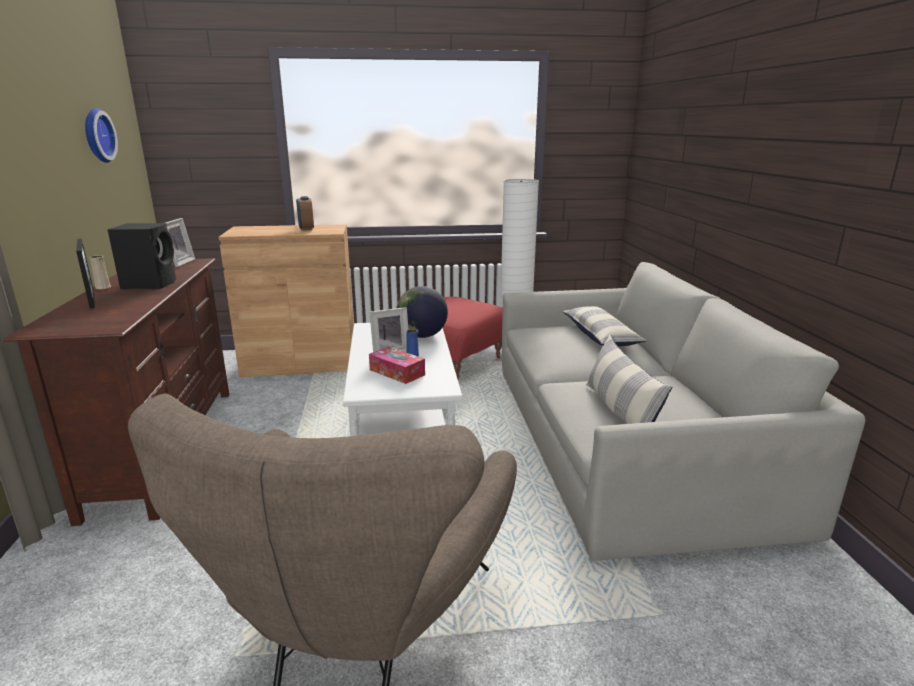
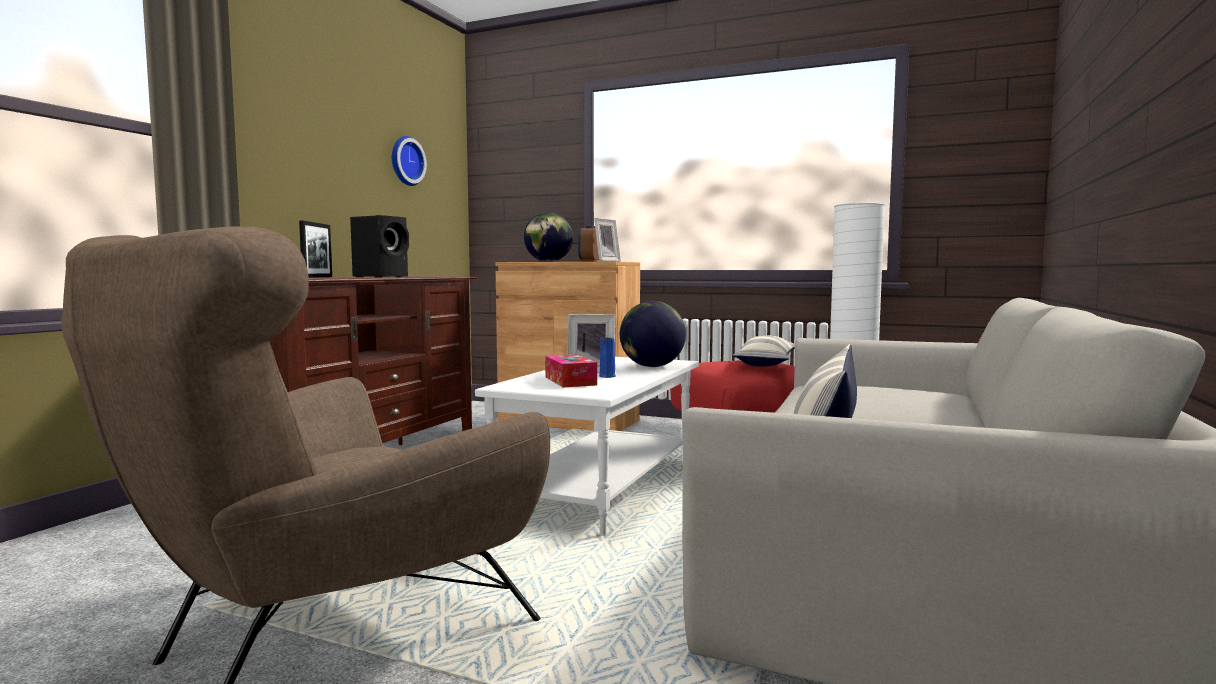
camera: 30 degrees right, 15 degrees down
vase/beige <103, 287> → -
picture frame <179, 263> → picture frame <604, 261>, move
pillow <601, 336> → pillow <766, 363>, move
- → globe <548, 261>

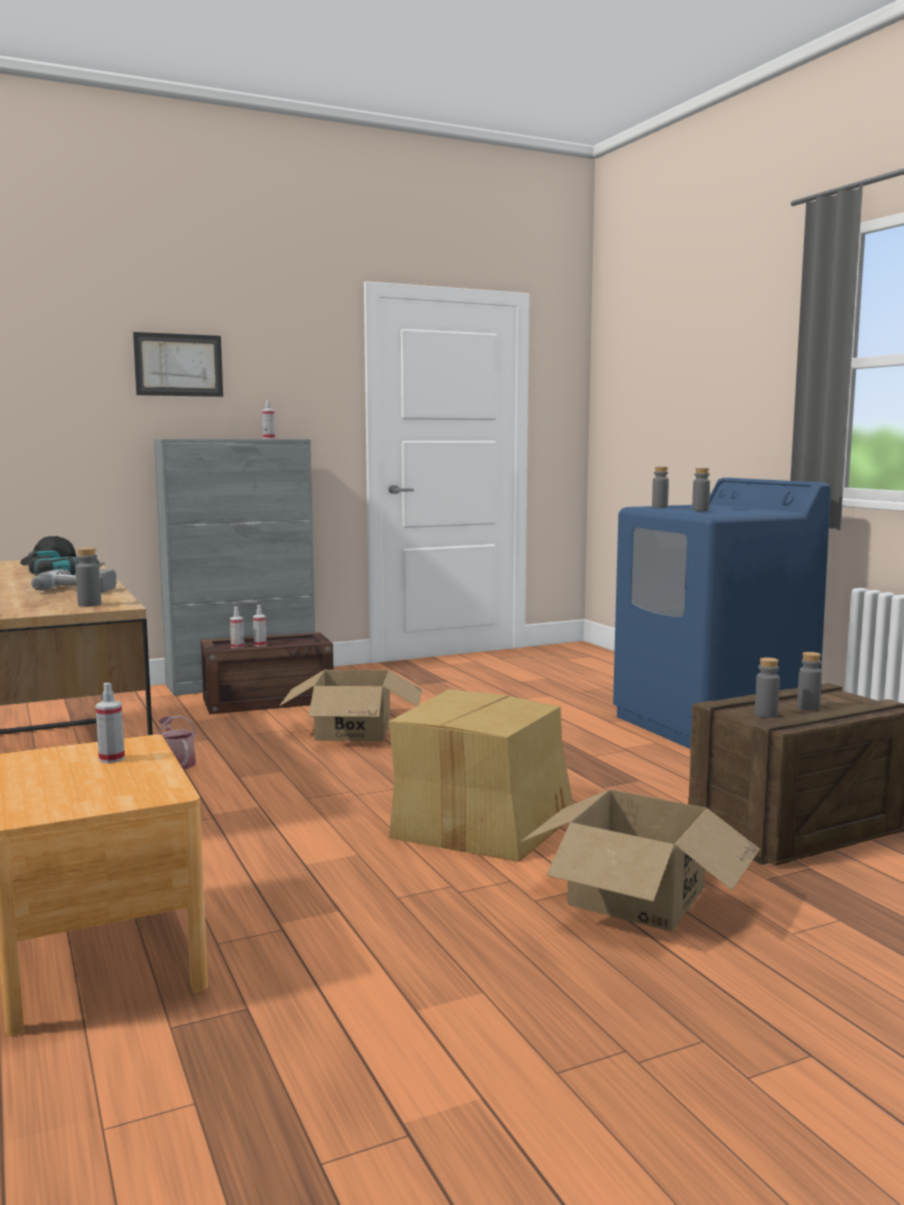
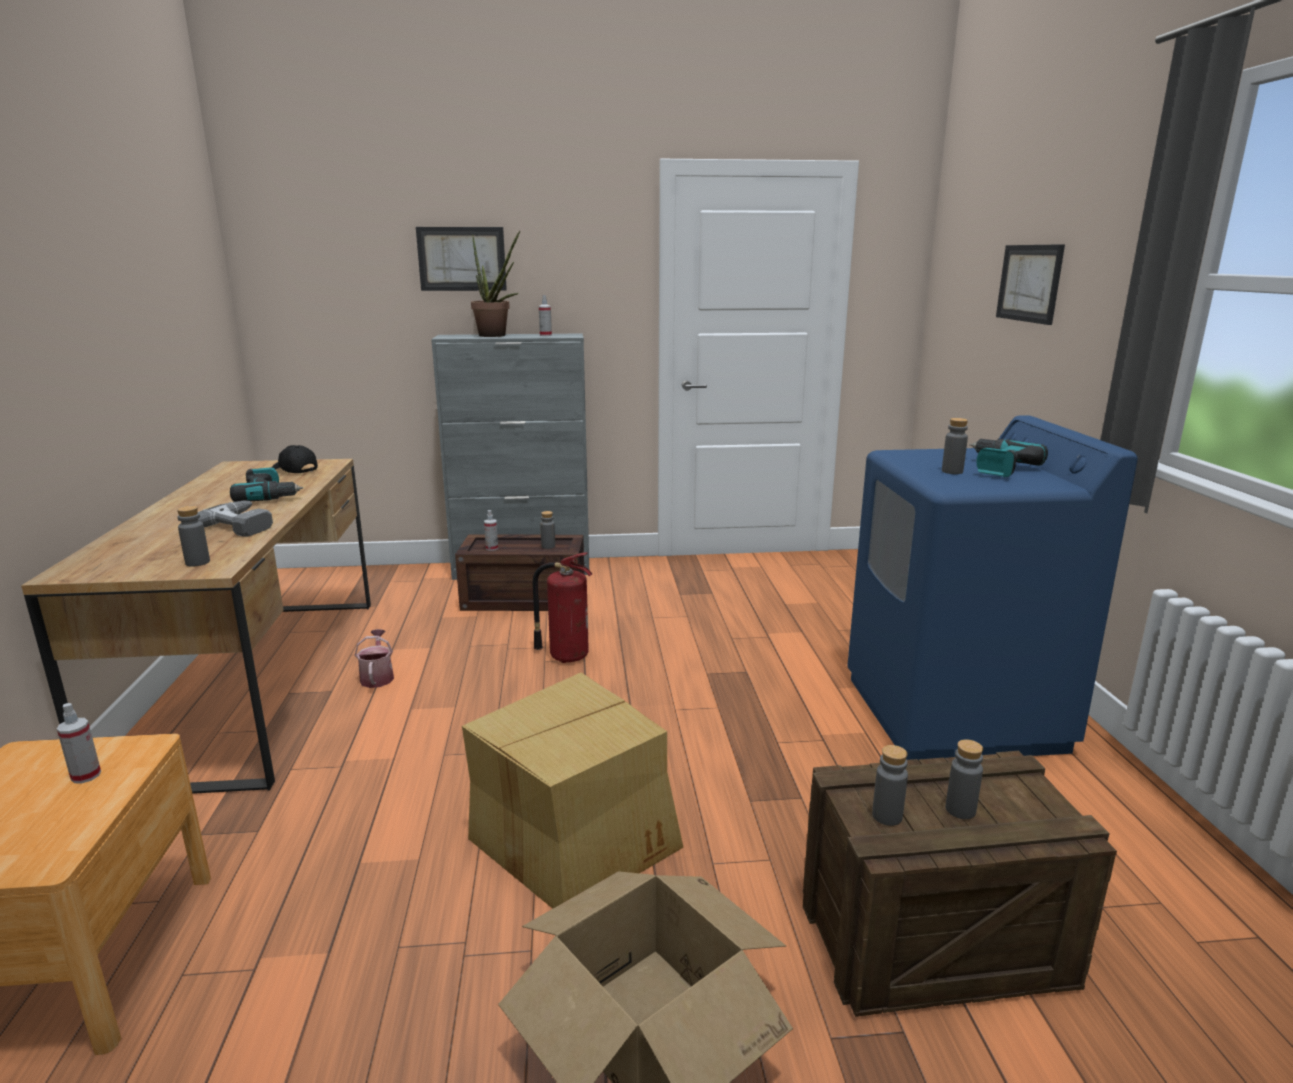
camera: 20 degrees right, 10 degrees up
spray bottle <260, 645> → -
cardboard box <354, 730> → fire extinguisher <566, 656>
bottle/grey <659, 507> → bottle/grey <548, 546>, move
- → potted plant <496, 336>
- → power drill <997, 467>
- → picture <1029, 283>

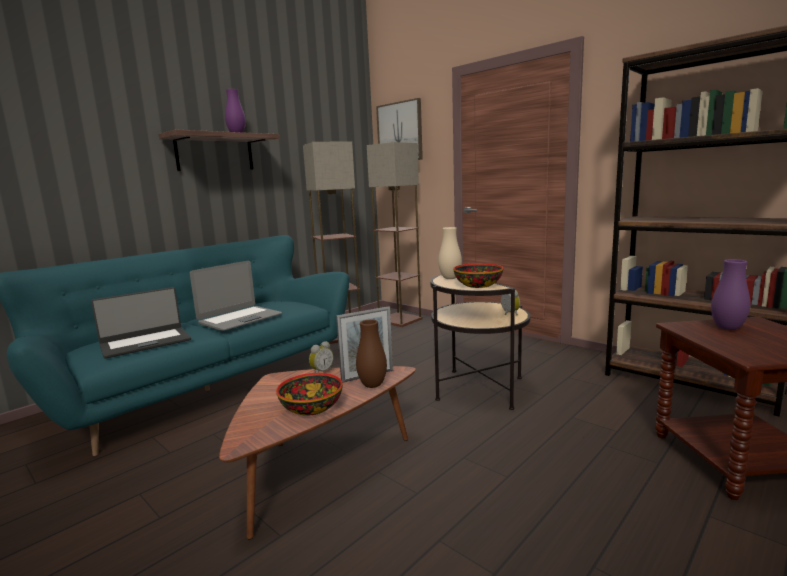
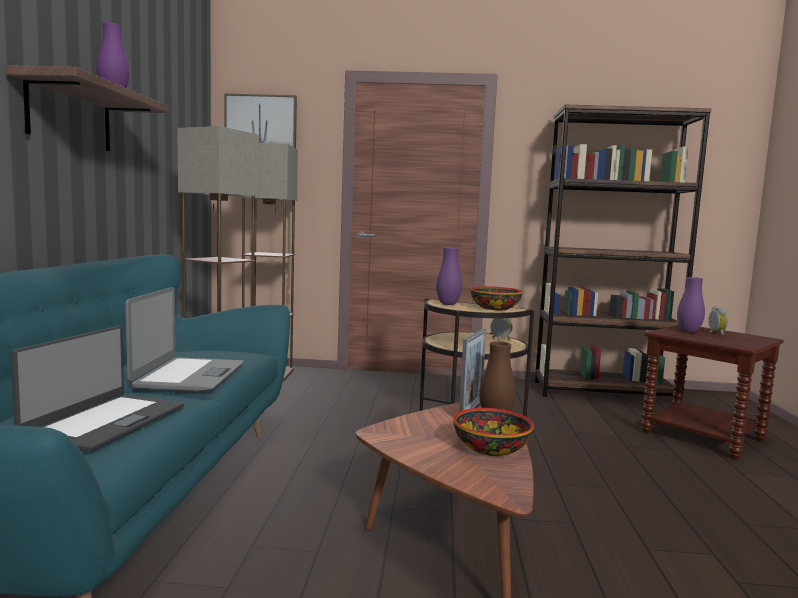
camera: 40 degrees left, 5 degrees down
alarm clock <321, 372> → alarm clock <715, 333>, move
vase/beige <450, 278> → vase/purple <448, 304>

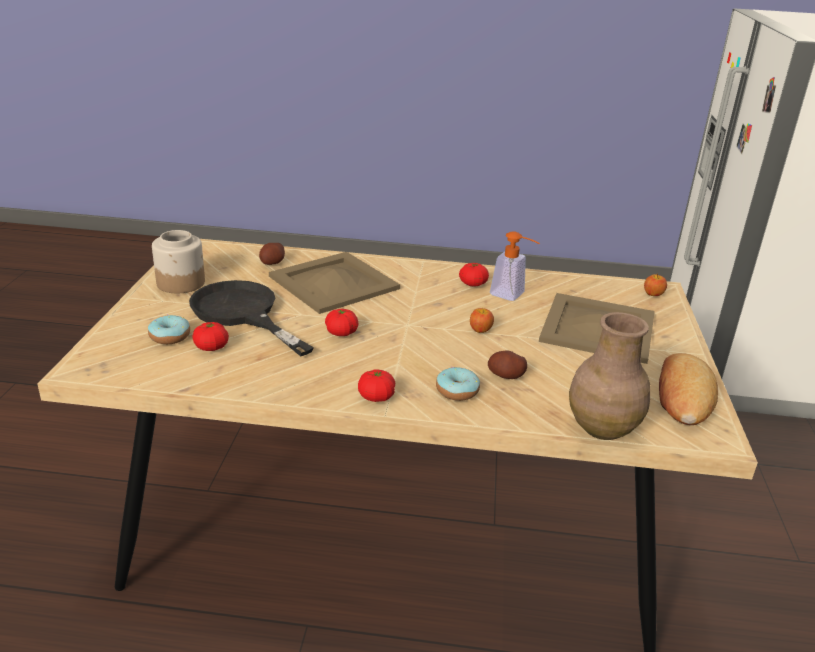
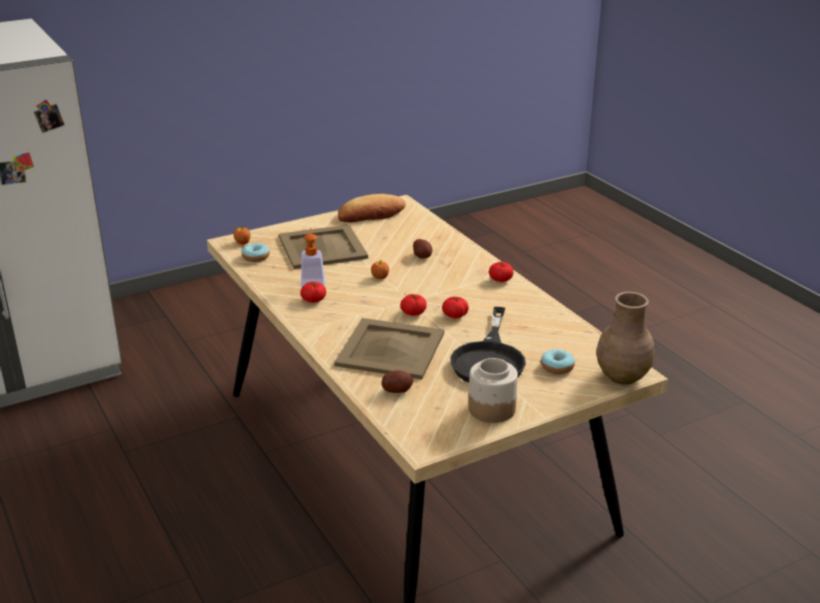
camera: 125 degrees left, 0 degrees up
tomato <211, 347> → tomato <413, 313>, move
donut <457, 391> → donut <256, 257>, move
vase/brown <602, 427> → vase/brown <622, 377>, move

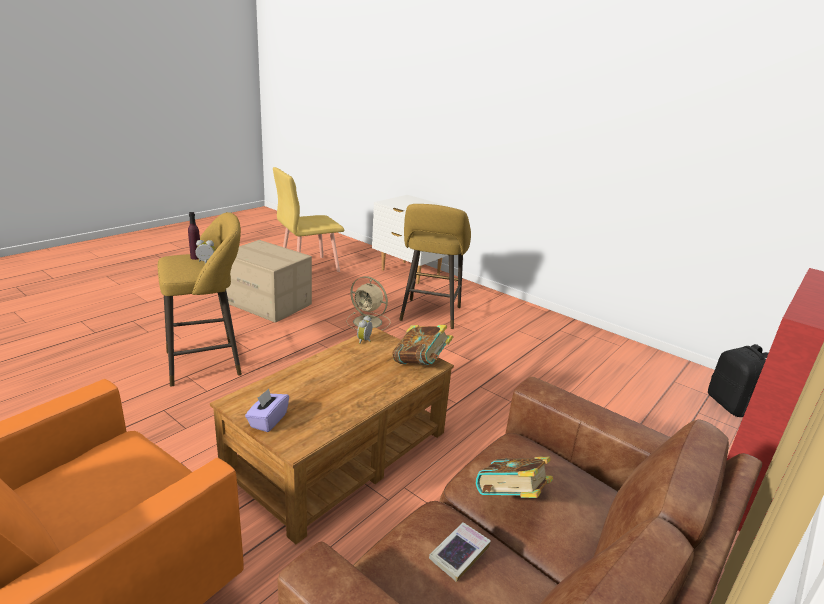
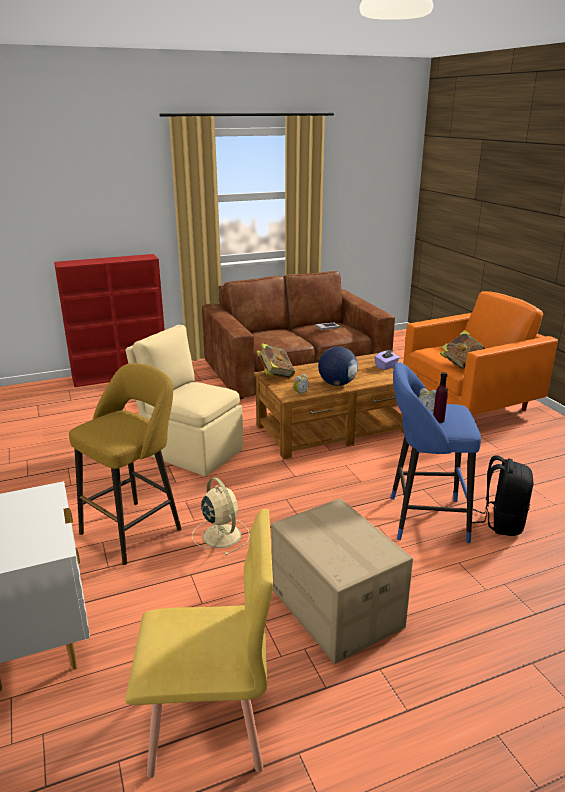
camera: 150 degrees left, 0 degrees up
stool/yellow <209, 362> → stool/blue <422, 519>
book <511, 500> → book <461, 363>, move
backpack/black <732, 406> → backpack/black <501, 522>, move
- → chair/beige <191, 451>
- → globe <337, 384>

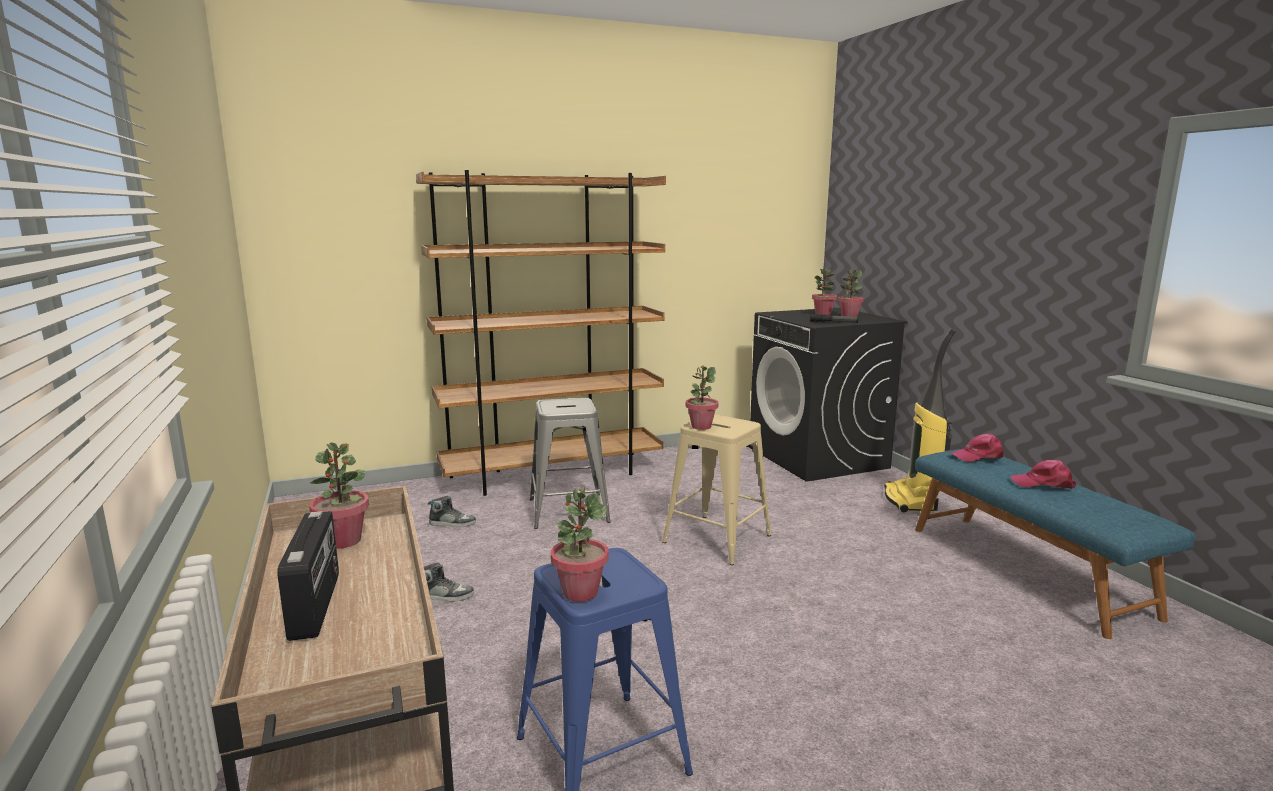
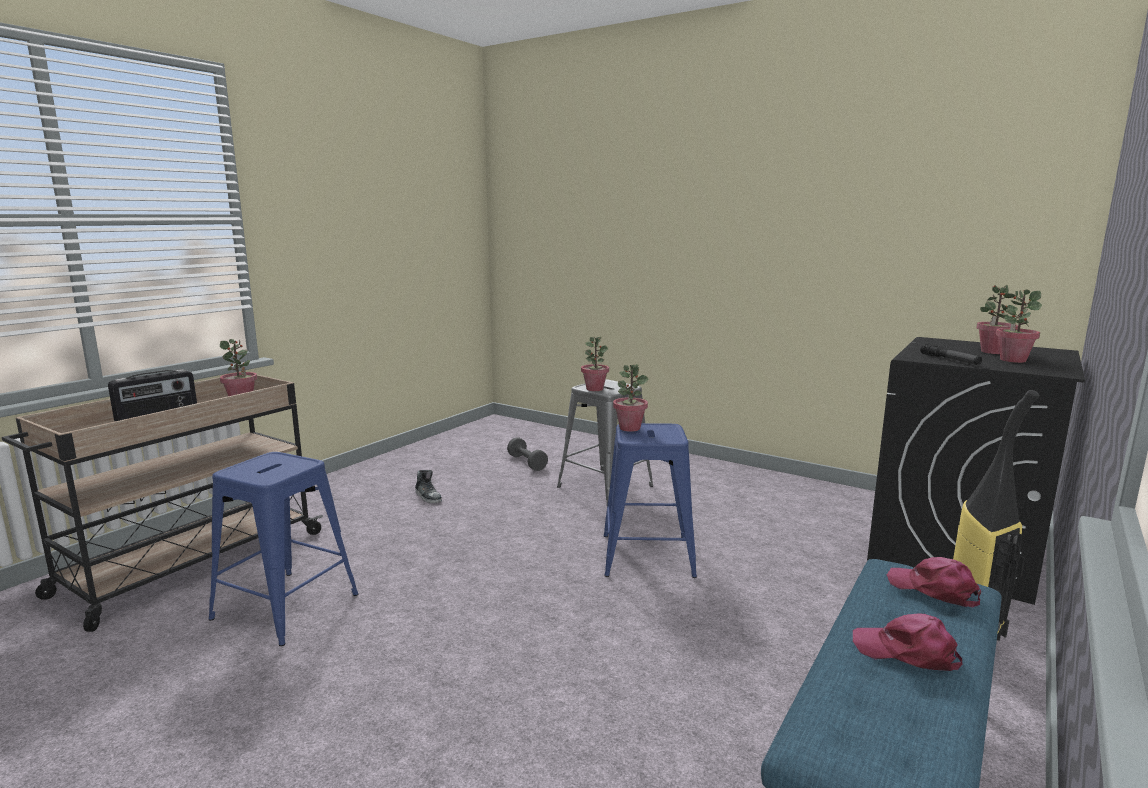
camera: 55 degrees right, 0 degrees up
bookcase/brown <553, 474> → -
shoe <452, 523> → dumbbell/grey <527, 463>
potted plant <580, 592> → potted plant <594, 389>, move
stool/beige <716, 539> → stool/blue <646, 555>
cap/pink <1043, 483> → cap/pink <907, 652>, 45 degrees counterclockwise

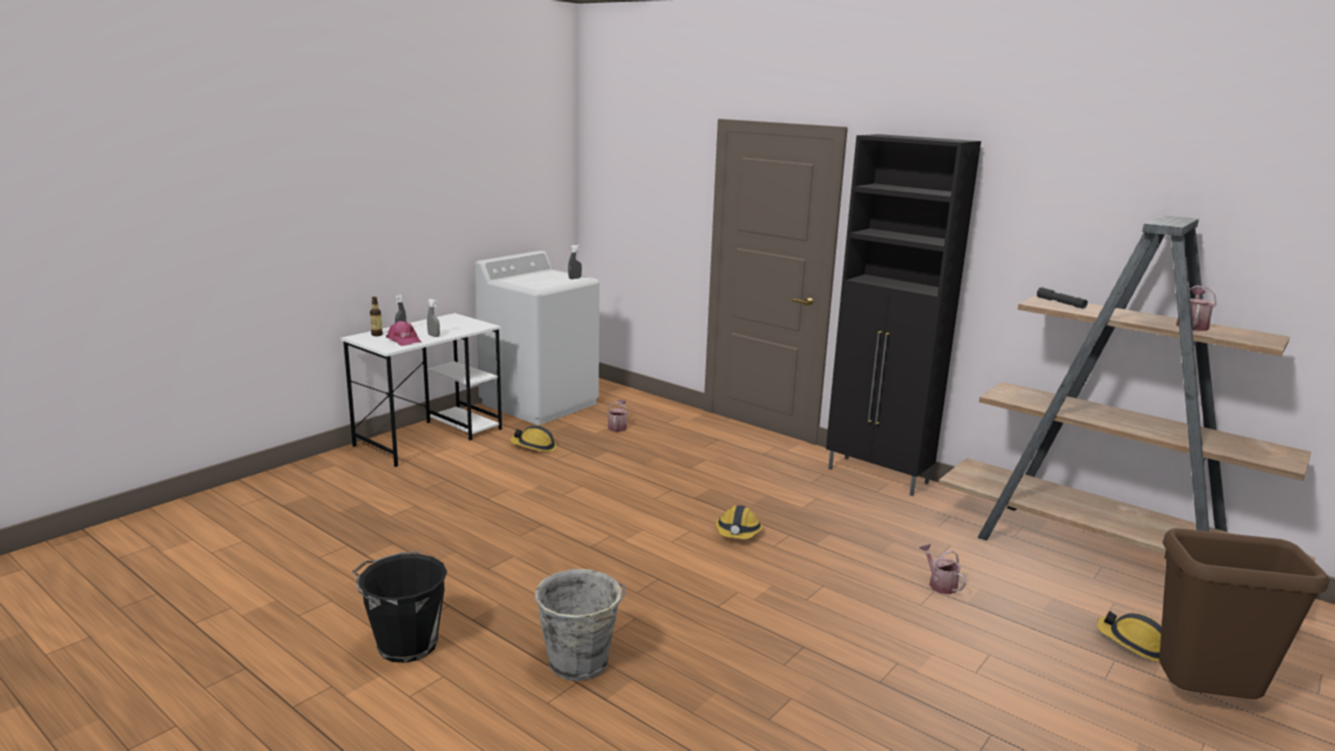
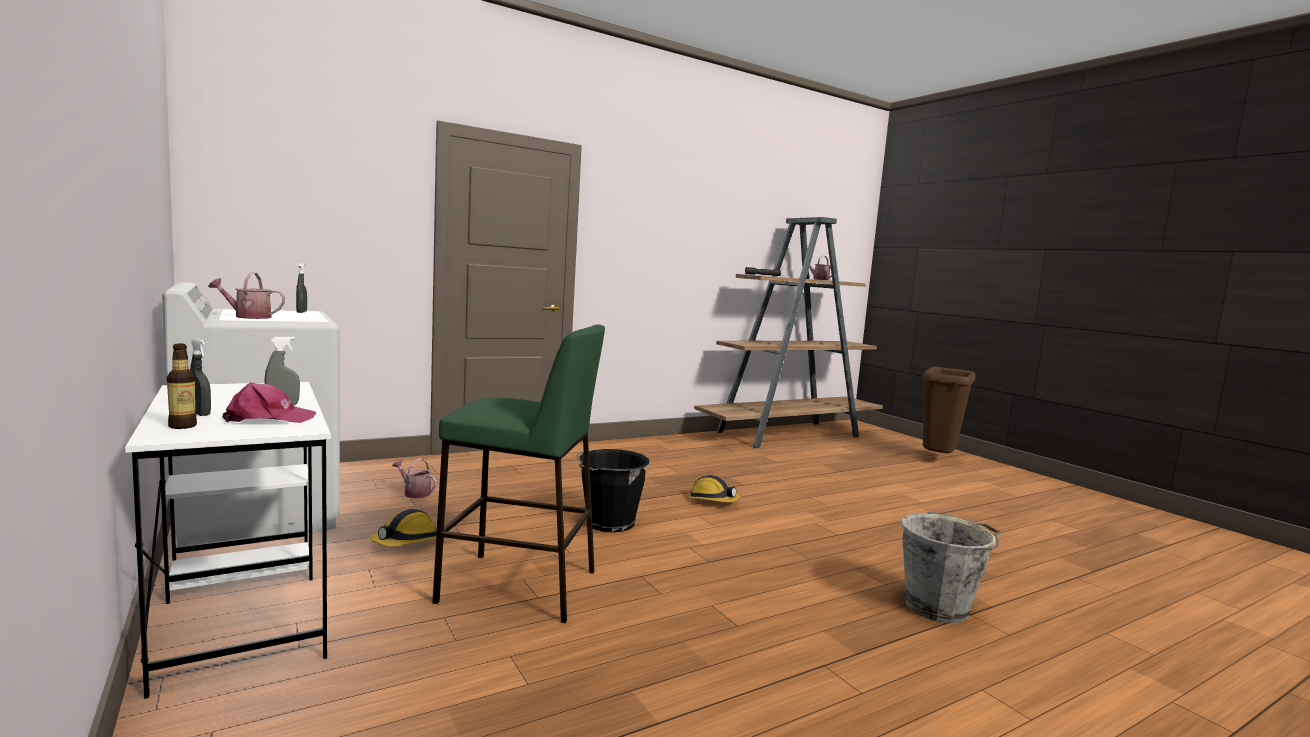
camera: 70 degrees left, 10 degrees down
bucket/black <405, 644> → bucket/black <608, 523>, move
cabinet/black <878, 476> → -
watering can <940, 584> → watering can <248, 317>, move
hard hat <1133, 644> → -
- → stool/green <519, 586>

